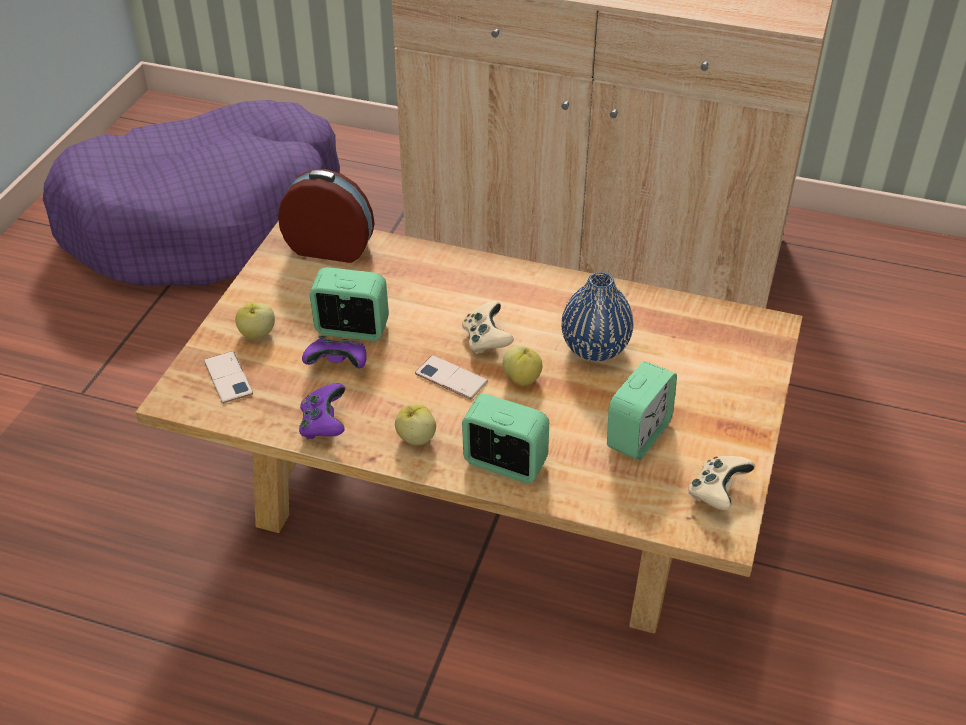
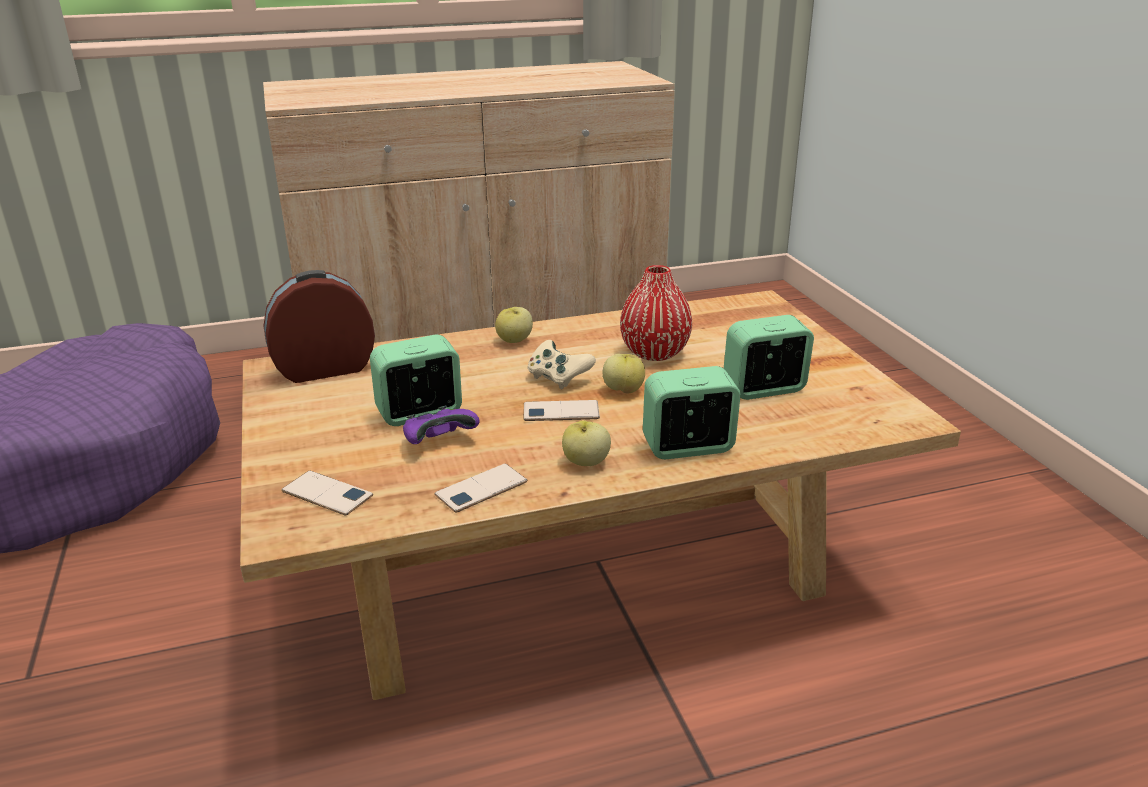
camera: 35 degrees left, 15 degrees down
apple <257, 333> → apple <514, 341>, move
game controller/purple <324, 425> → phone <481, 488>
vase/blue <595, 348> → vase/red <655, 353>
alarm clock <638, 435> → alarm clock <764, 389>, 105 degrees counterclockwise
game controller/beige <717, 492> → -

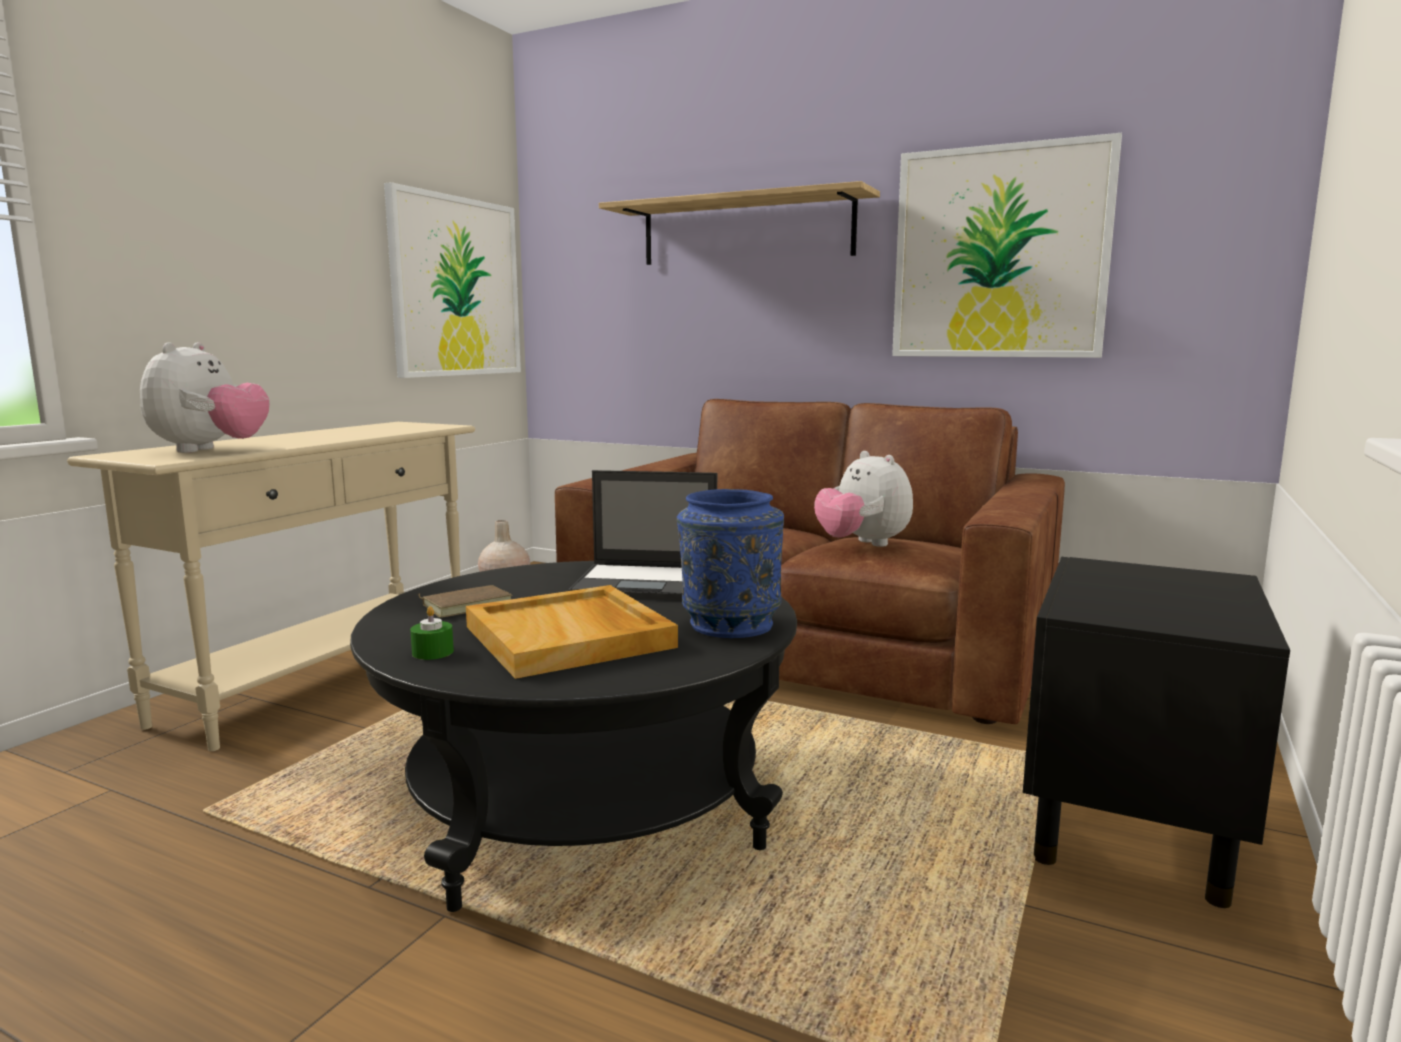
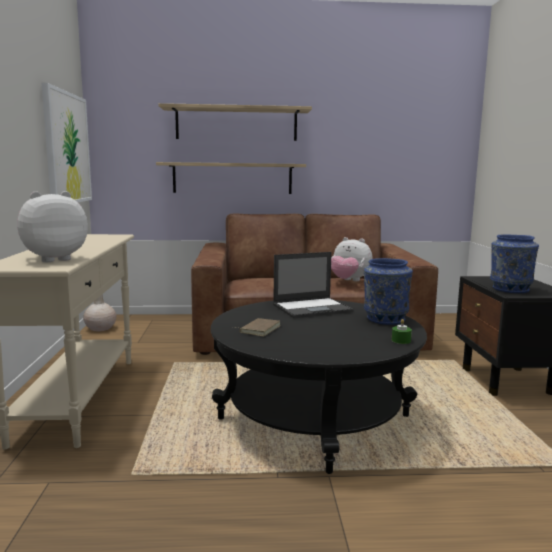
camera: 30 degrees left, 0 degrees up
plush toy <210, 450> → plush toy <53, 259>, 105 degrees counterclockwise
candle/green <433, 652> → candle/green <401, 340>, move
tray/beige <571, 637> → -
picture <999, 253> → -
- → shelf <232, 178>
- → vase/blue <510, 289>

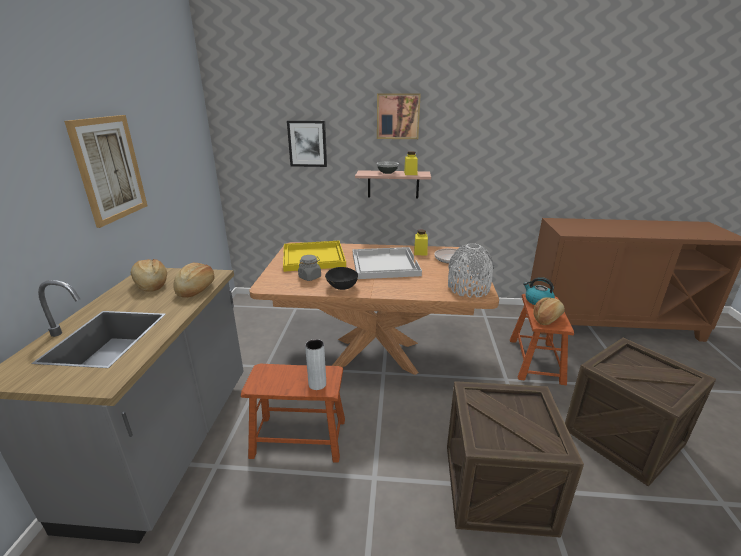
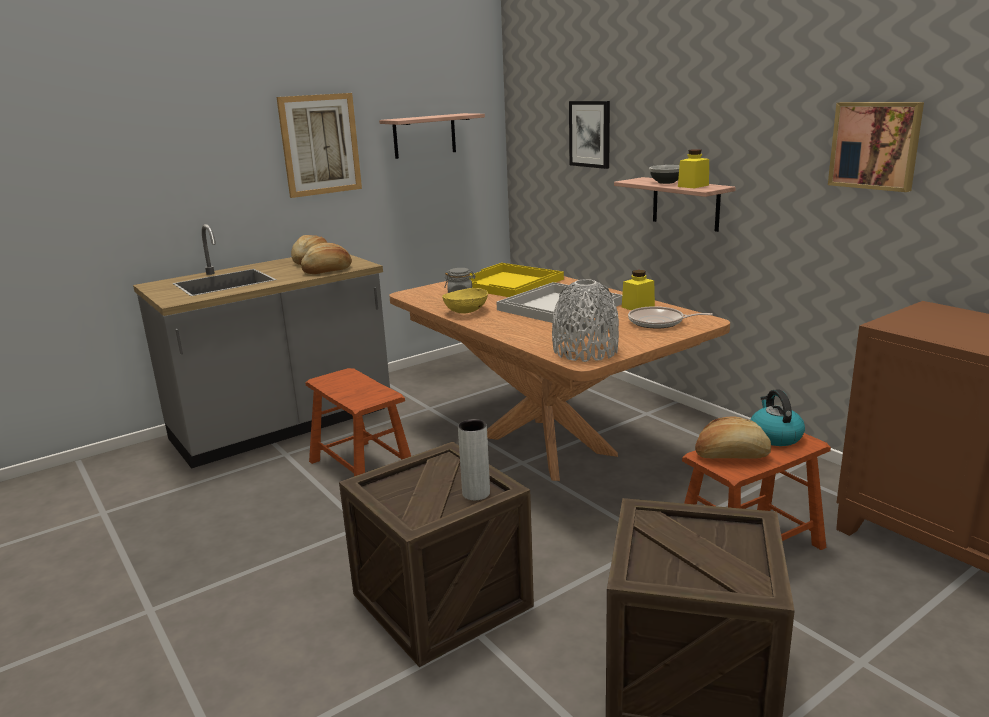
camera: 50 degrees right, 5 degrees down
vase/grey <317, 384> → vase/grey <476, 493>, move
bowl/black <341, 287> → bowl/yellow <466, 311>
picture <398, 116> → picture <875, 145>, move
- → shelf <424, 136>

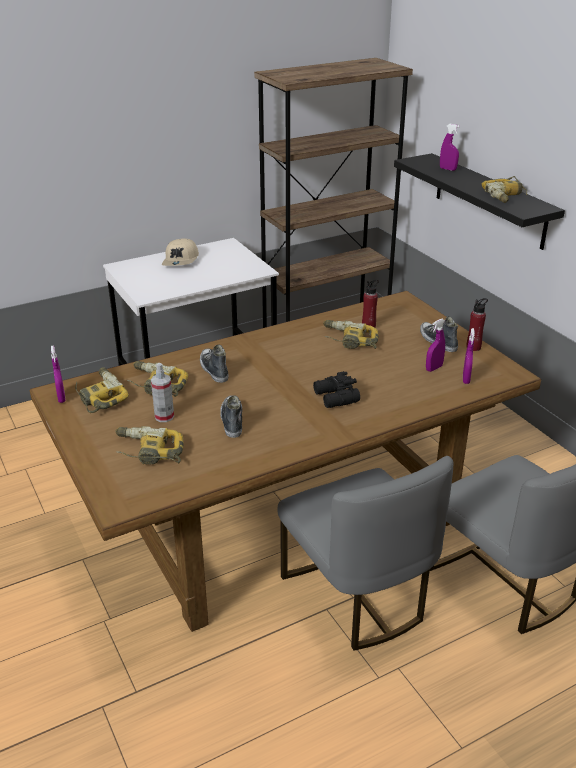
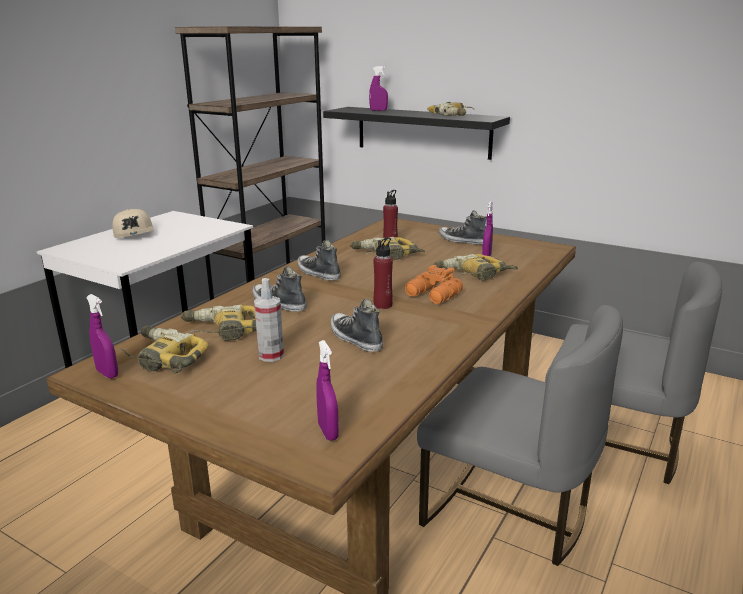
camera: 30 degrees left, 10 degrees down
power drill <148, 452> → power drill <472, 275>, move
binoculars/black <335, 398> → binoculars/orange <433, 295>
spray bottle/purple <466, 379> → spray bottle/purple <328, 432>, move
bottle/red <473, 347> → bottle/red <383, 305>, move
- → shoe <318, 273>

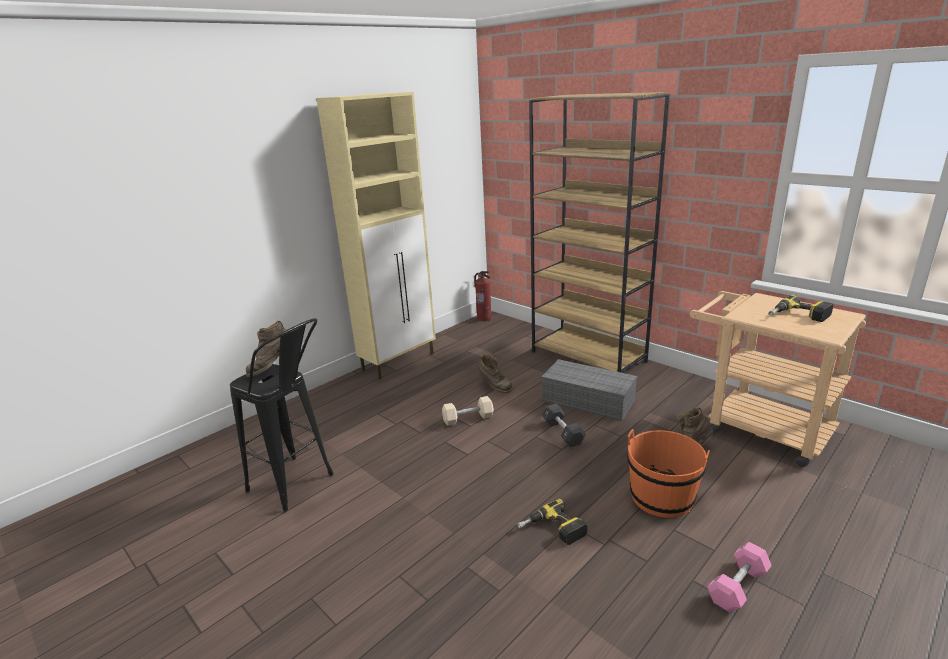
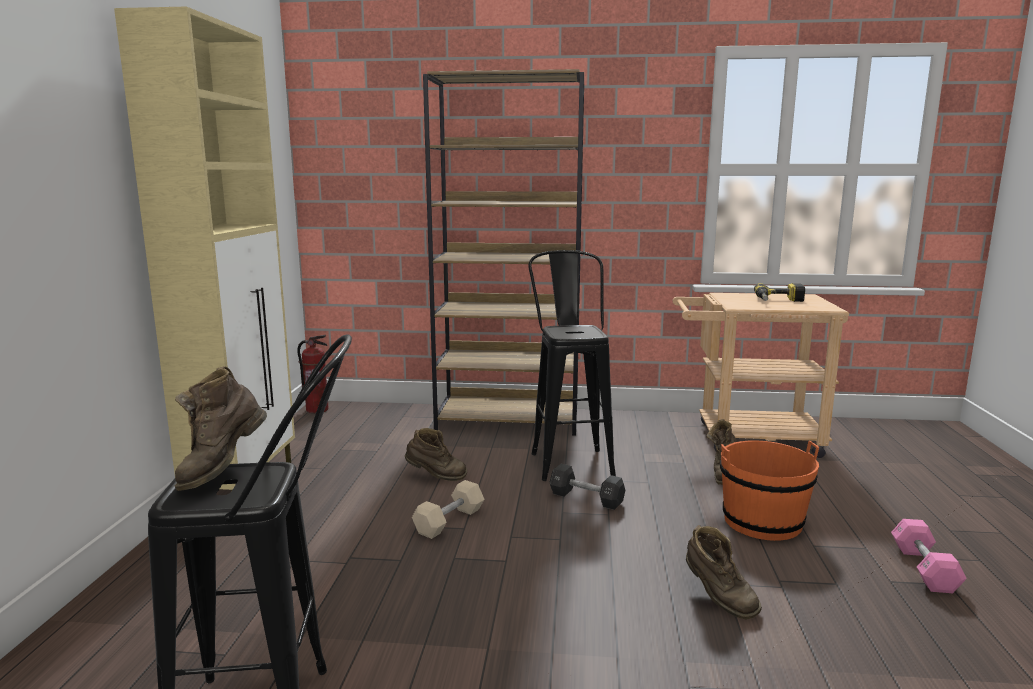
camera: 40 degrees left, 10 degrees down
power drill <552, 530> → boot/brown <718, 598>
storage box/grey <589, 400> → stool/black <569, 459>

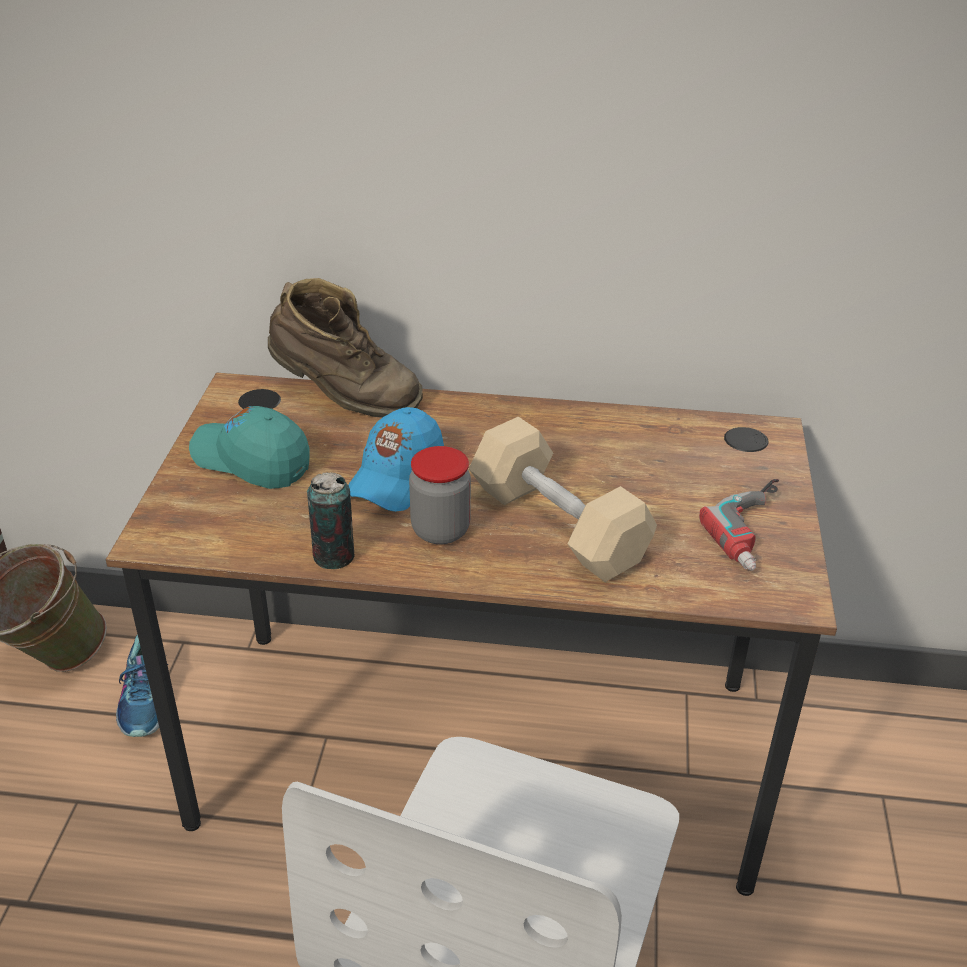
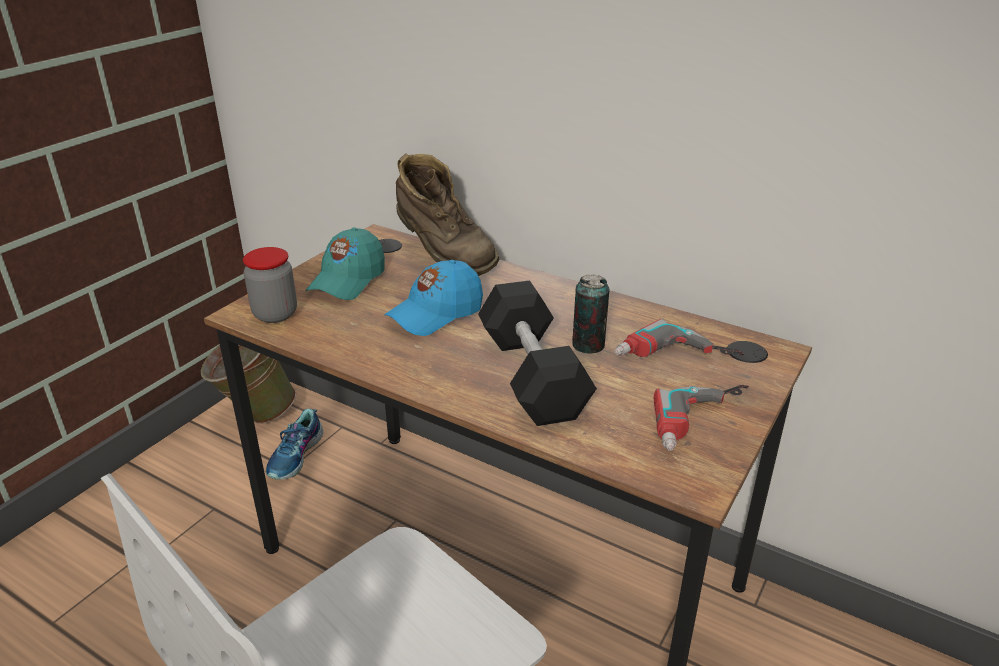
camera: 25 degrees right, 5 degrees down
cap/turquoise <252, 461> → cap/turquoise <347, 281>, 120 degrees counterclockwise
can <334, 556> → can <588, 345>, move
jar <440, 530> → jar <275, 314>, move
dumbbell/beige <558, 525> → dumbbell/black <532, 375>
- → power drill <675, 359>

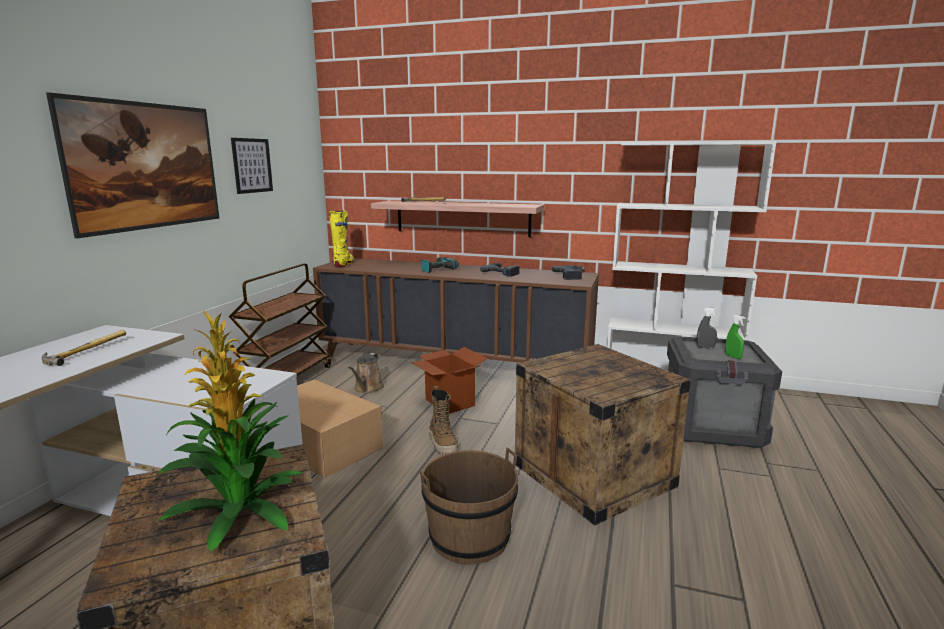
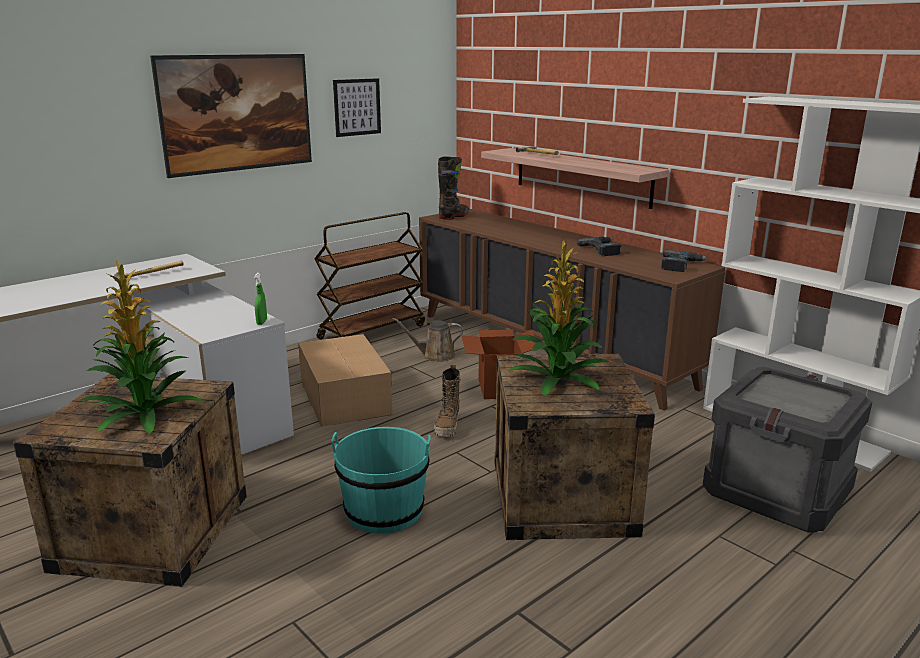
camera: 30 degrees right, 5 degrees up
boot/yellow <344, 264> → boot/black <454, 216>
watering can/brown <367, 388> → watering can/brown <435, 355>, 45 degrees clockwise
bucket/brown <469, 538> → bucket/turquoise <384, 511>
power drill <436, 269> → -
spray bottle/grey <705, 347> → -
spray bottle/green <733, 357> → spray bottle/green <262, 322>, move
- → potted plant <558, 379>

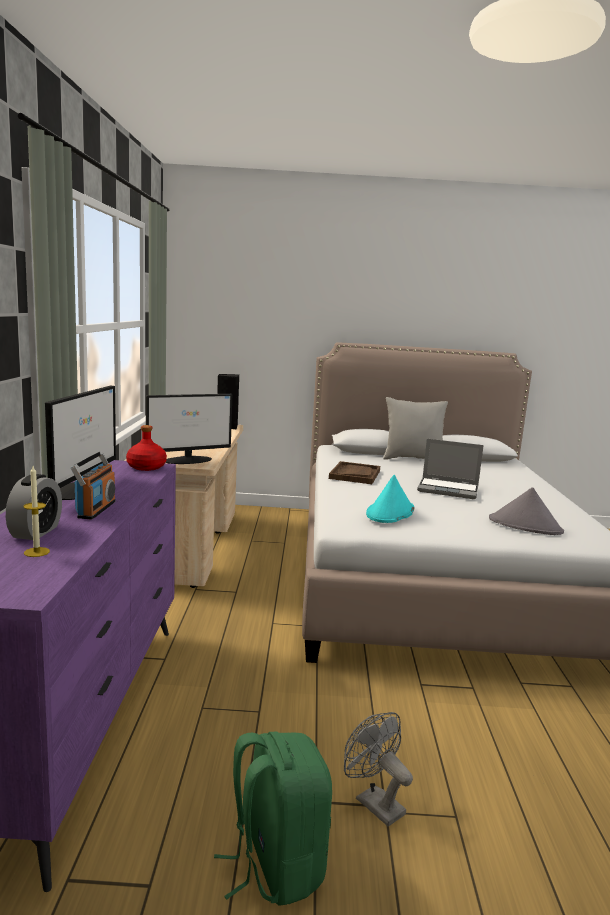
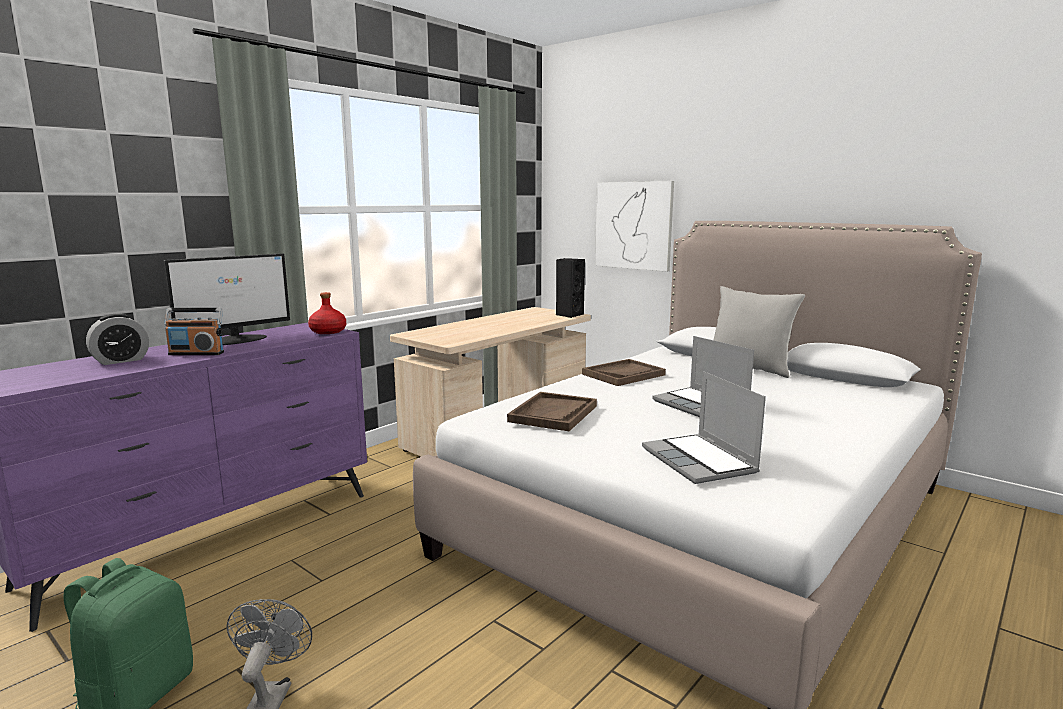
camera: 40 degrees right, 0 degrees up
candle <36, 552> → -
radio <96, 509> → radio <196, 353>, 45 degrees clockwise
monitor <189, 460> → -
hat/turquoise <390, 512> → tray/brown <553, 414>
hat/grey <525, 526> → laptop <700, 461>
- → picture <633, 225>

